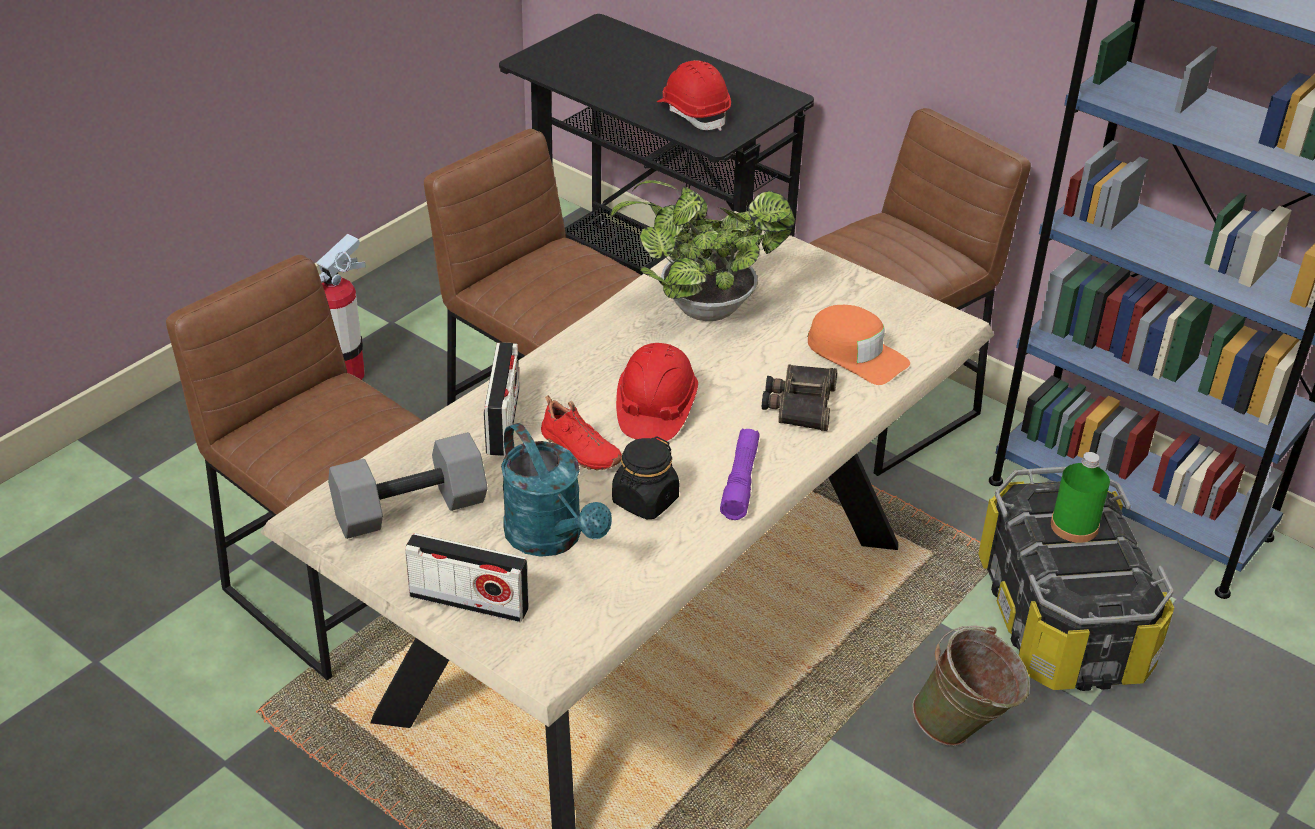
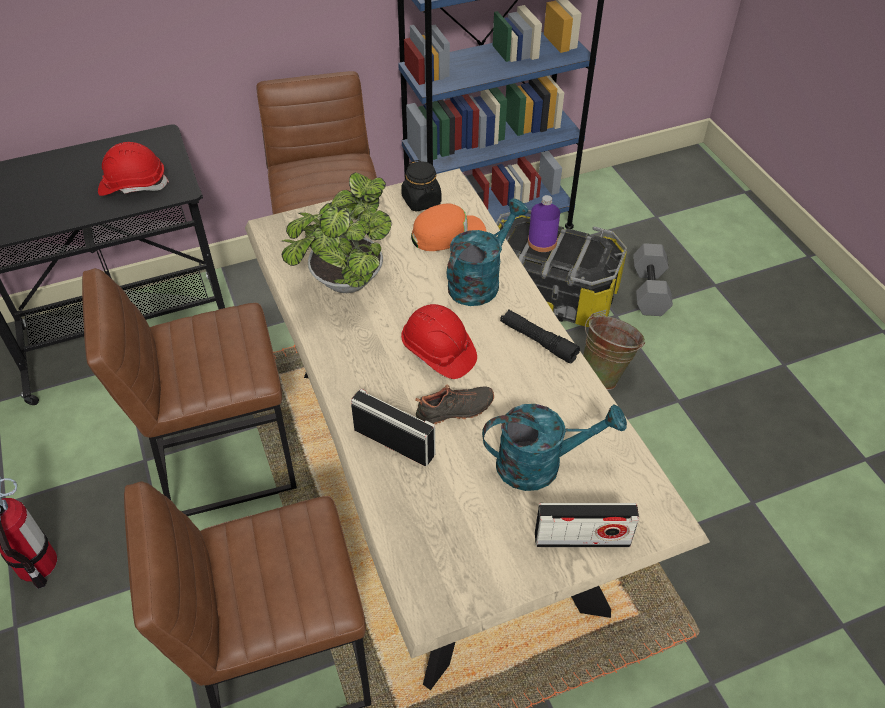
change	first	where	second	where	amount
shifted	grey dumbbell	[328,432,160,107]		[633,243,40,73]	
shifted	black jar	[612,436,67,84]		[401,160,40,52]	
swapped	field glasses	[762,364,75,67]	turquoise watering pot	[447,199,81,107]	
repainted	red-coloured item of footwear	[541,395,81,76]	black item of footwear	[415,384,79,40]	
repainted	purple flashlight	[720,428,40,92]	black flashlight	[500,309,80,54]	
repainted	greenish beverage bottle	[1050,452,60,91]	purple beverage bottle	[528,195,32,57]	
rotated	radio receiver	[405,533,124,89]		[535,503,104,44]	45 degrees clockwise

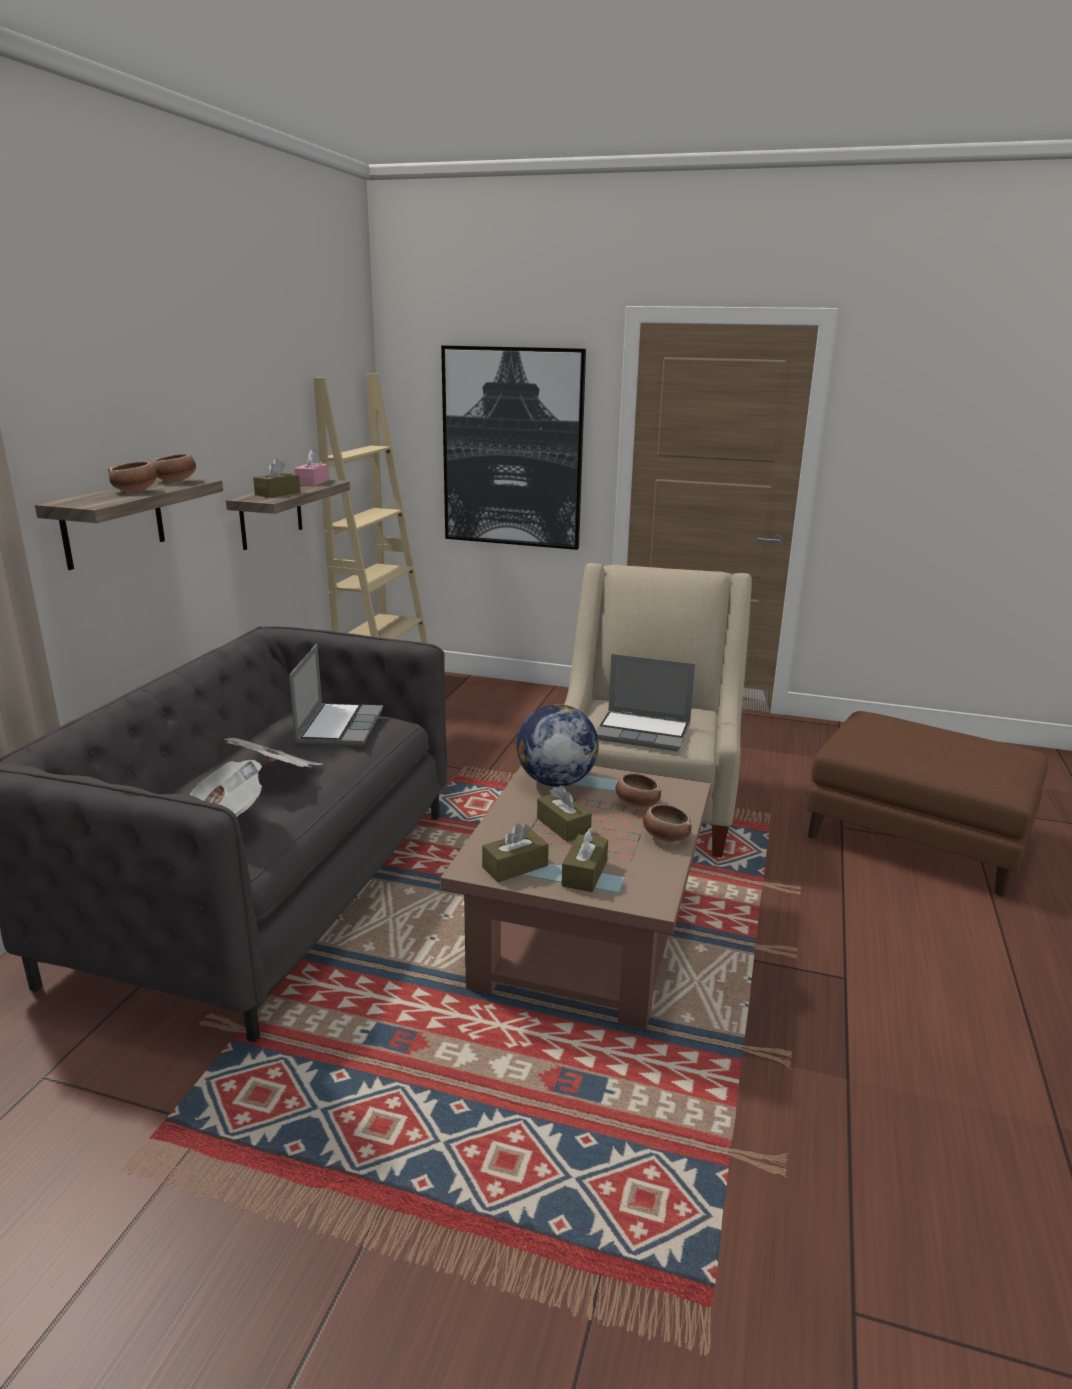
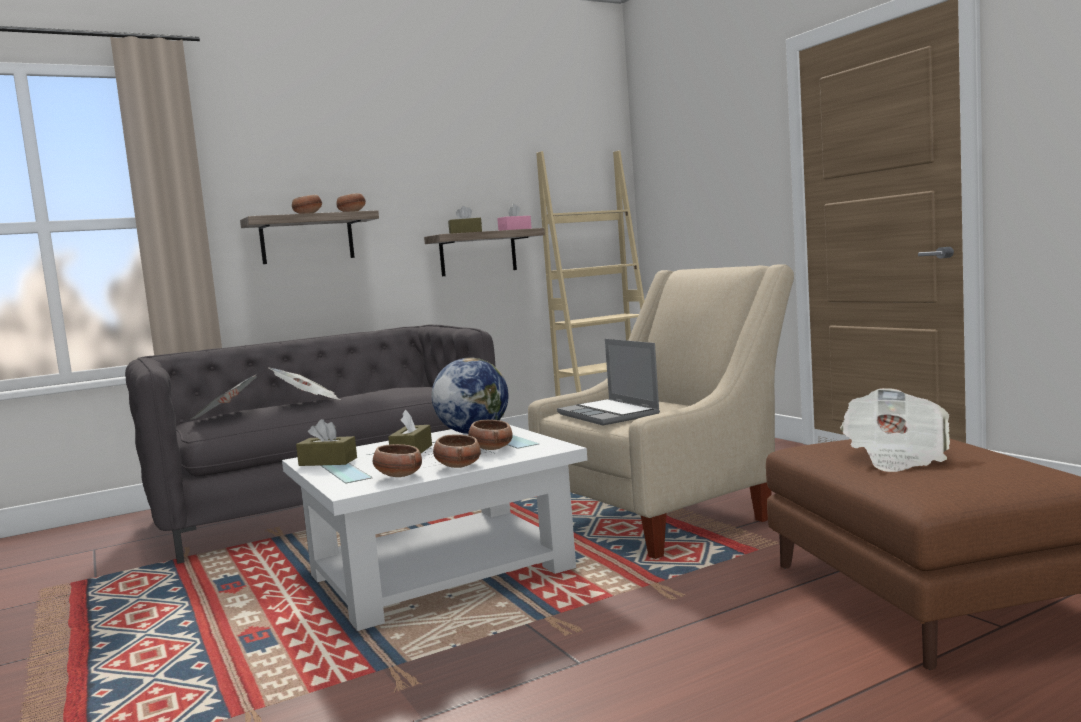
change	first	where	second	where	amount
gone	laptop	[289,644,94,102]			
gone	wall art	[441,346,145,204]			
gone	brown tissue box	[561,828,47,64]			
new			deep dish	[372,444,50,33]	
new			printed paper	[840,388,110,84]	
repainted	brown lounge table	[440,765,271,264]	white-coloured lounge table	[282,425,305,206]	

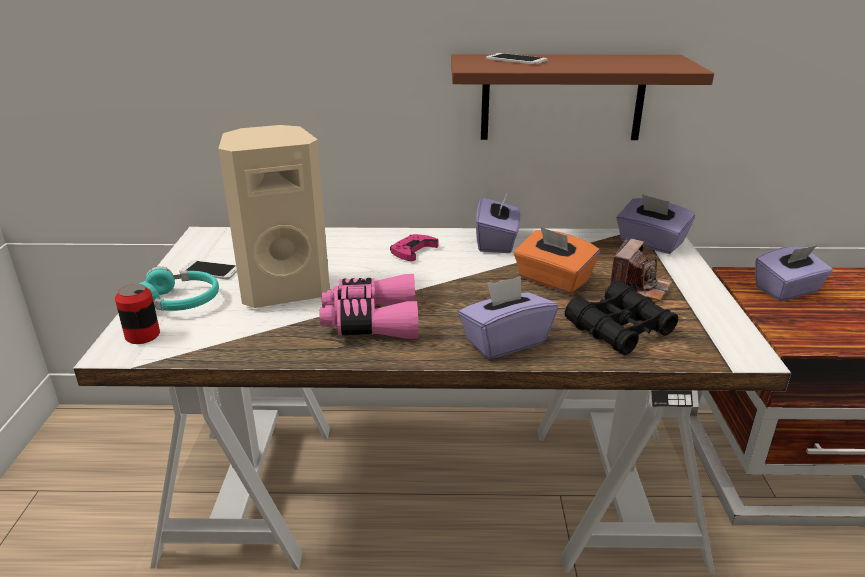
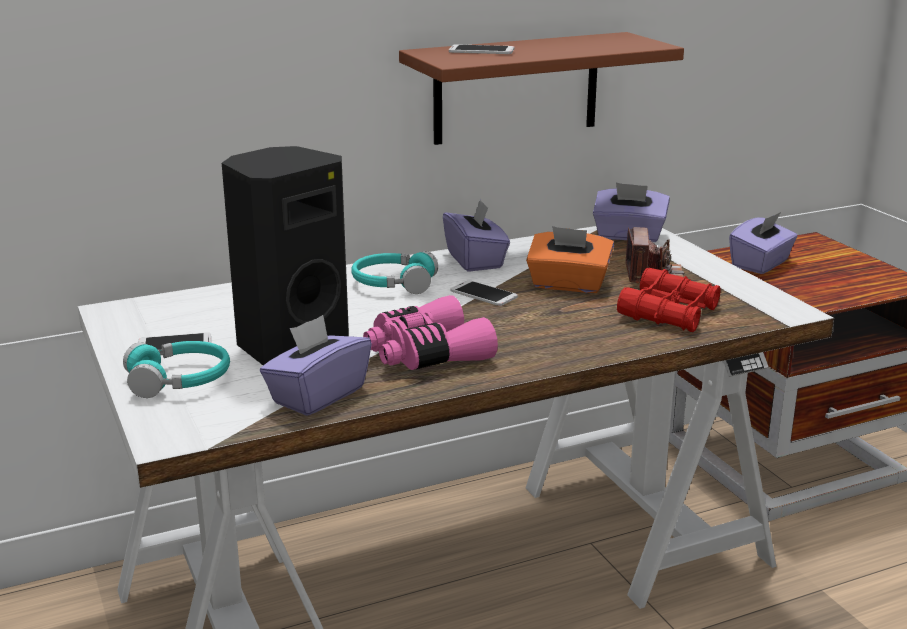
change	first	where	second	where	amount
gone	metal can	[115,284,45,60]			
new			telephone	[450,280,68,26]	
shifted	purple tissue box	[458,276,100,83]		[260,315,112,101]	
swapped	pink joypad	[390,234,49,27]	turquoise headphones	[351,251,87,43]	
repainted	sand-coloured speaker	[218,125,112,183]	black speaker	[222,146,127,219]	
repainted	black field glasses	[565,281,113,74]	red-coloured field glasses	[617,268,103,64]	

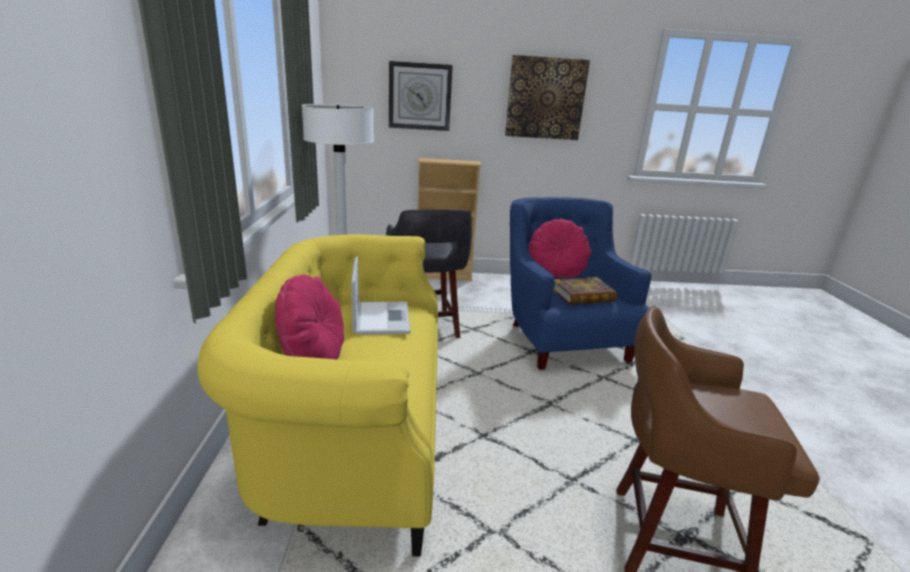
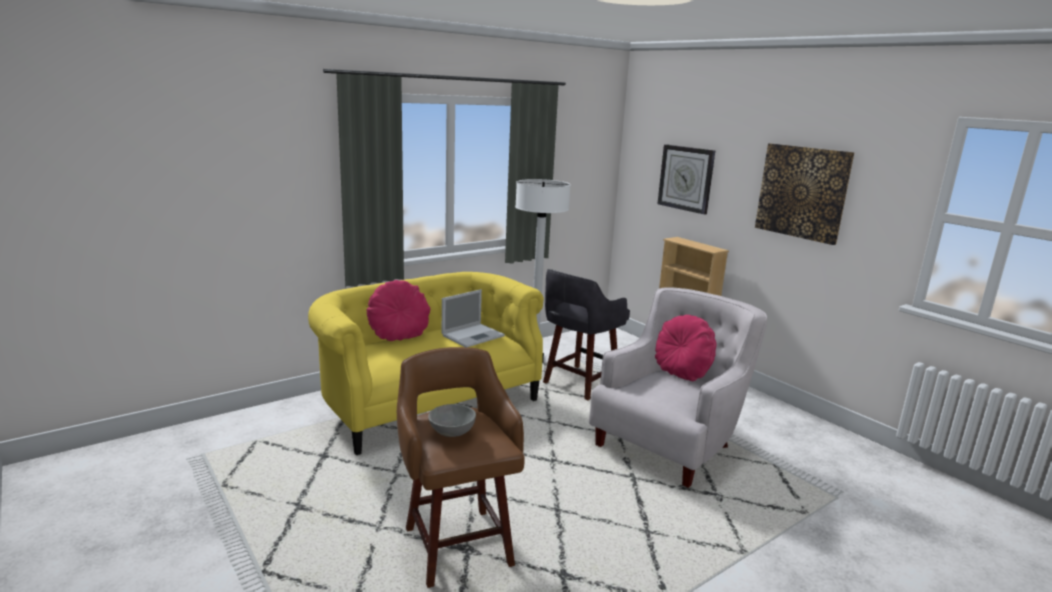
change	first	where	second	where	amount
gone	book	[553,277,64,28]			
new			grey deep dish	[428,404,48,33]	
repainted	bluish armchair	[510,197,142,173]	white-coloured armchair	[589,287,178,201]	

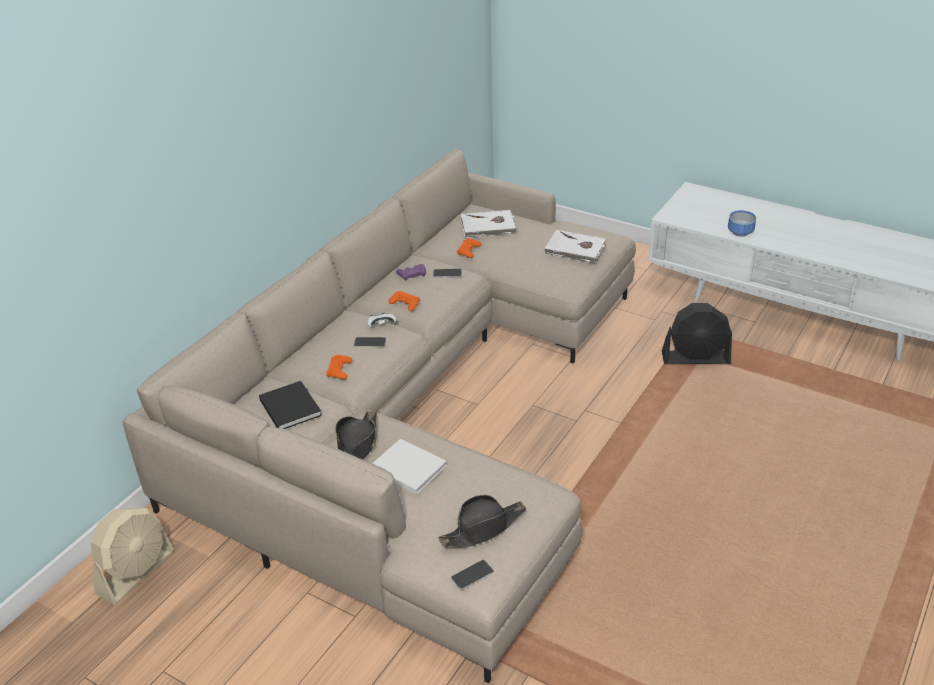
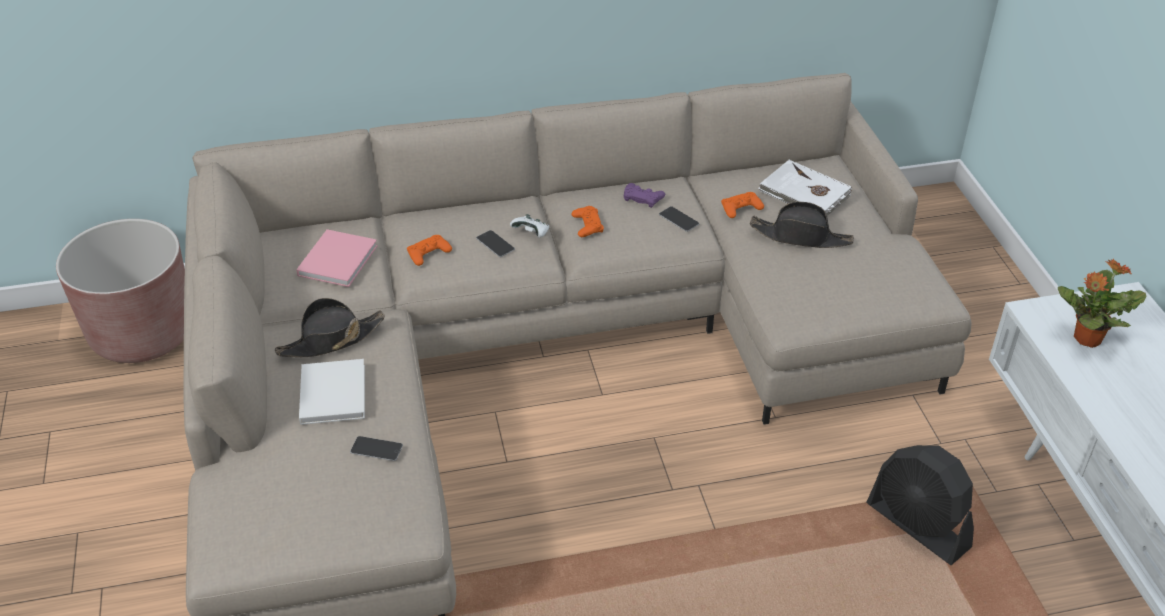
change	first	where	second	where	amount
gone	white-coloured book	[544,230,63,33]			
gone	deep dish	[728,210,28,27]			
new			potted plant	[1058,258,88,90]	
shifted	black hat	[438,495,88,53]		[750,202,104,46]	
shifted	telephone	[451,560,43,30]		[350,436,53,25]	
swapped	sand-coloured fan	[91,508,83,97]	brown planter	[56,219,129,144]	
repainted	black book	[259,381,63,48]	pink book	[296,229,82,58]	

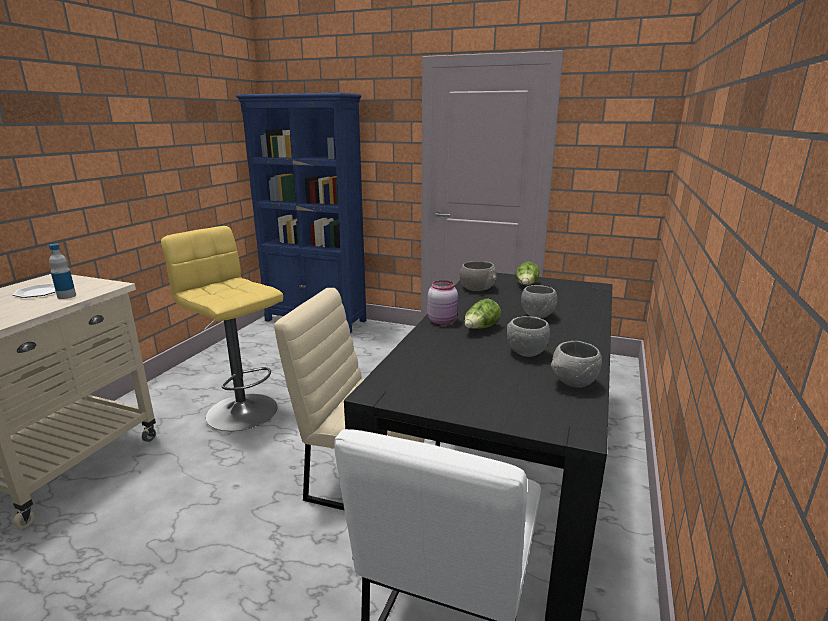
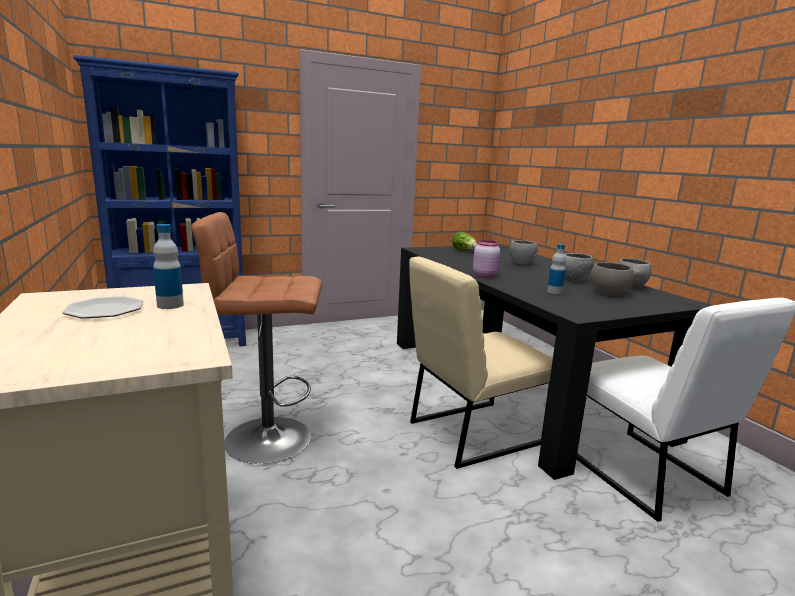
change	first	where	second	where	amount
gone	lettuce head	[464,299,37,30]			
new			beverage bottle	[547,244,19,50]	
shifted	grey deep dish	[459,261,38,30]		[591,262,43,34]	
repainted	yellow-coloured stool	[161,226,122,205]	brown stool	[191,212,131,252]	

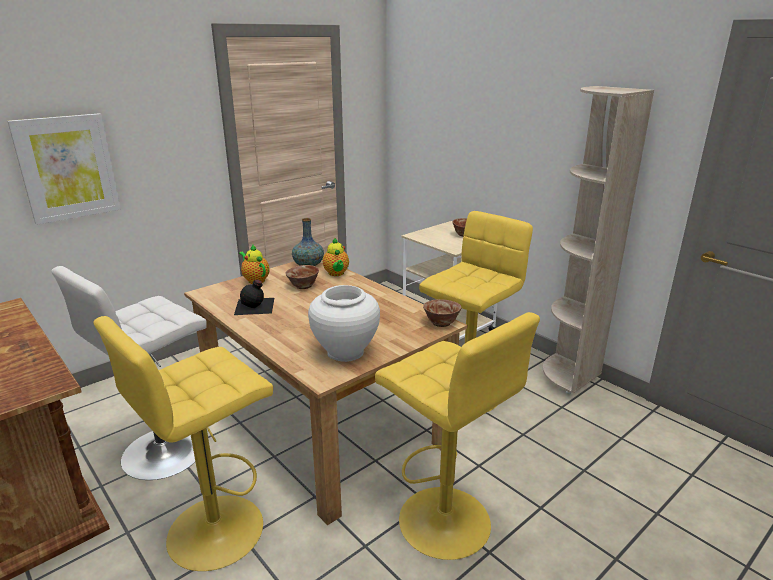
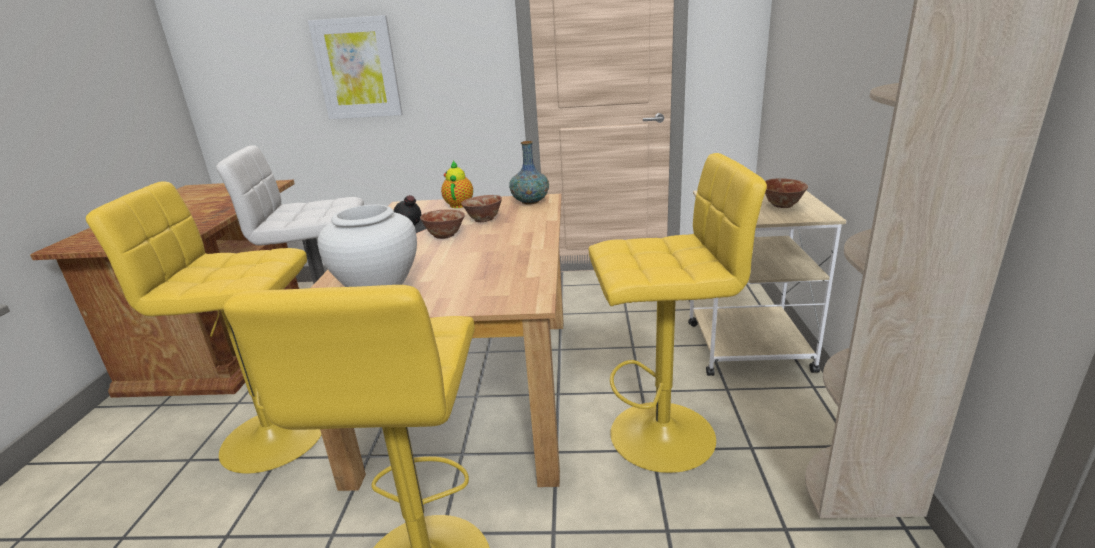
change	first	where	second	where	amount
gone	tea pot	[323,238,26,38]			
shifted	deep dish	[423,299,39,28]		[420,209,45,30]	

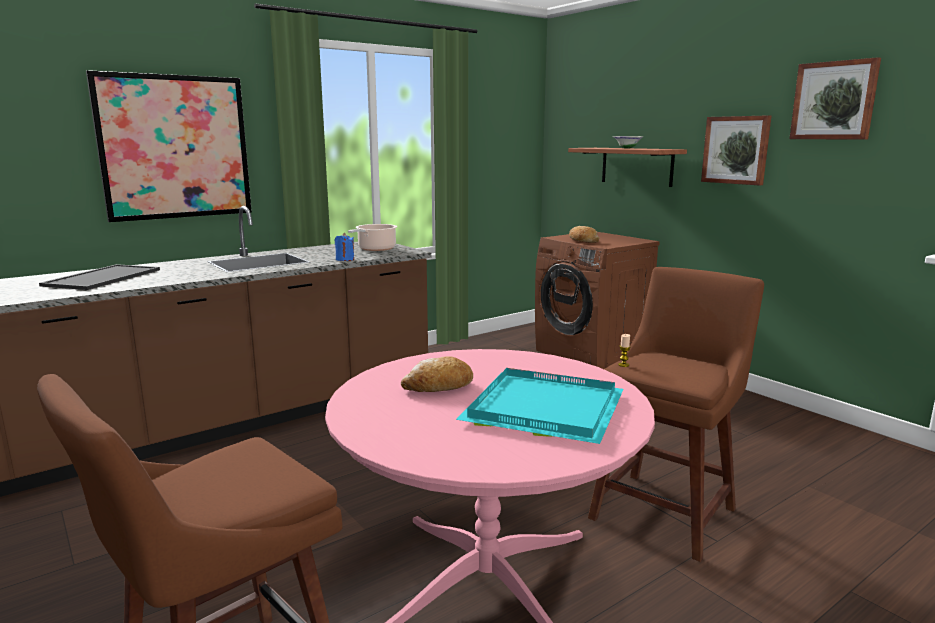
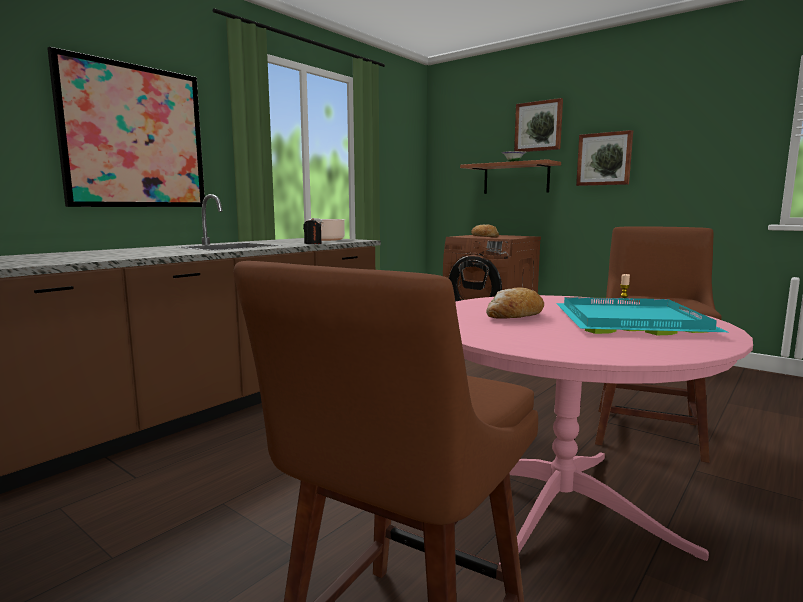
change	first	where	second	where	amount
gone	carrying tray	[39,264,121,26]			
shifted	wall art	[789,57,92,83]		[514,98,49,54]	
repainted	bluish wax light	[335,233,19,28]	black wax light	[303,218,19,26]	

